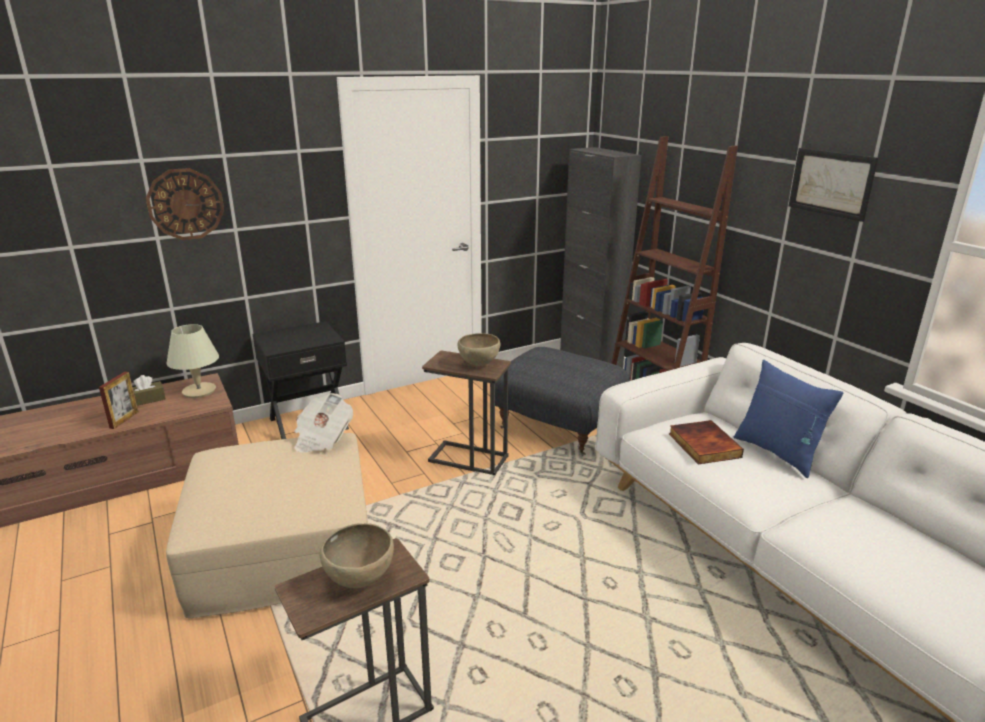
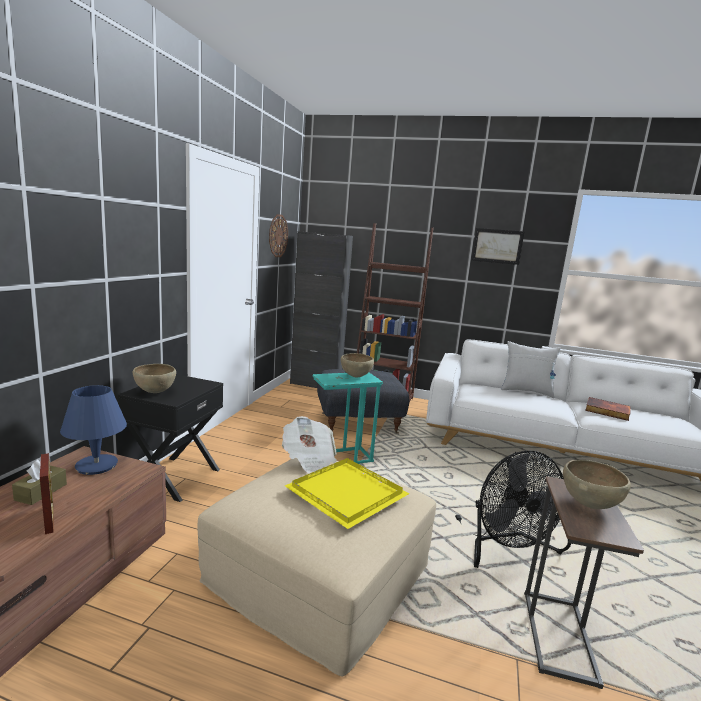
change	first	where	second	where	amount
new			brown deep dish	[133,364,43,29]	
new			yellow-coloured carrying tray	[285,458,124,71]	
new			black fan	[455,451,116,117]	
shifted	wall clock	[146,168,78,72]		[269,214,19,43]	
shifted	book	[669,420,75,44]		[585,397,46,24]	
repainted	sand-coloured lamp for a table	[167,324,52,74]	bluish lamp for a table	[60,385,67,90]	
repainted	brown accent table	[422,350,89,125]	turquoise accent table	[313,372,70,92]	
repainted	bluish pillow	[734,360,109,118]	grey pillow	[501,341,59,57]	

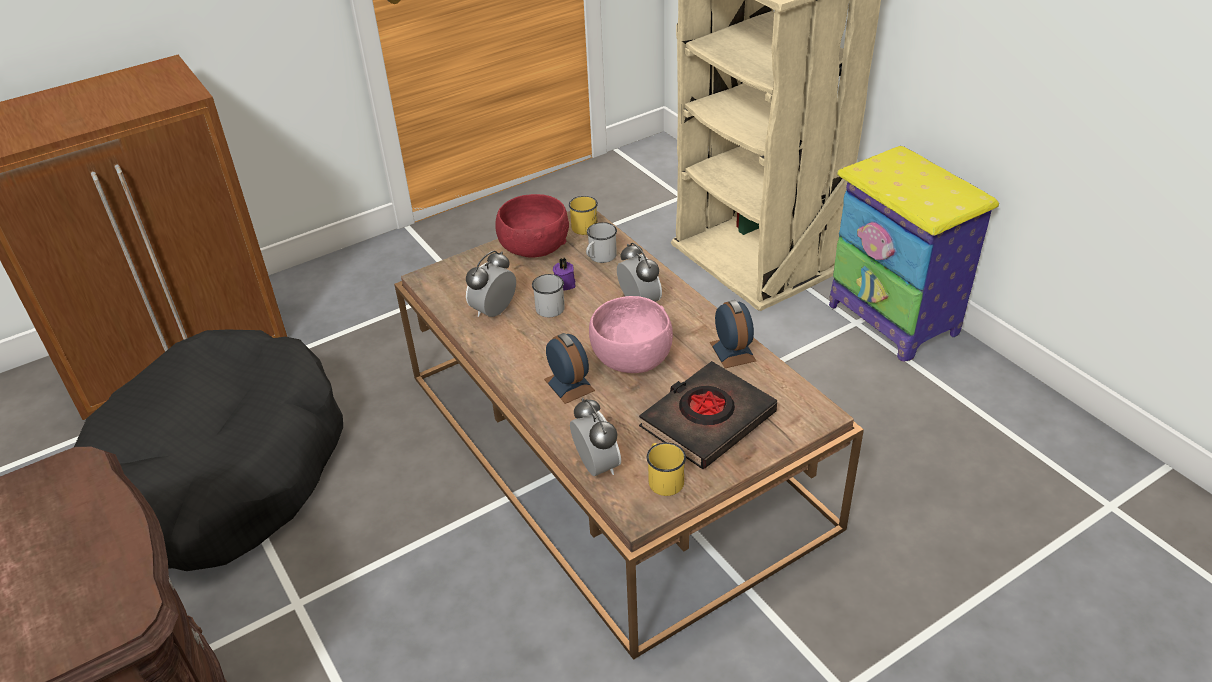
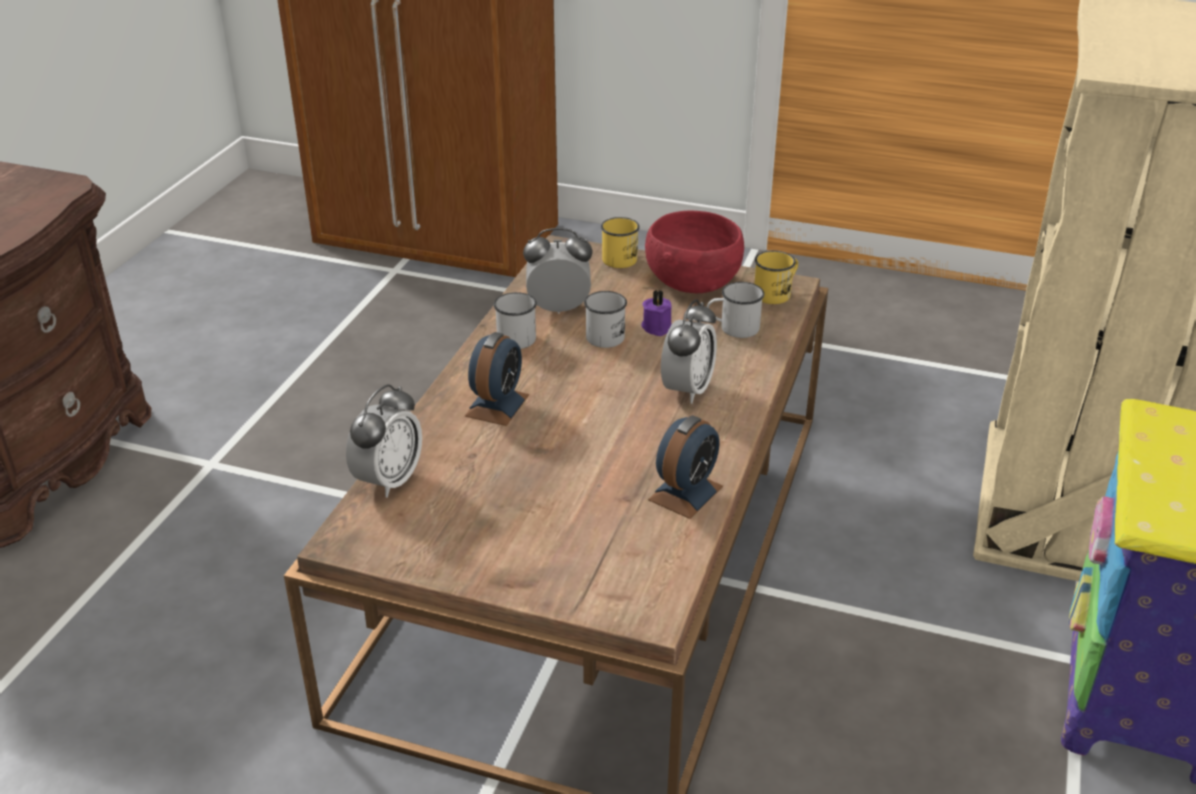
change	first	where	second	where	amount
gone	black dog bed	[74,330,269,241]			
gone	pink deep dish	[589,296,84,77]			
gone	black book	[639,361,138,108]			
new			white-coloured mug	[494,292,43,57]	
shifted	yellow-coloured mug	[647,443,39,53]		[601,217,39,51]	

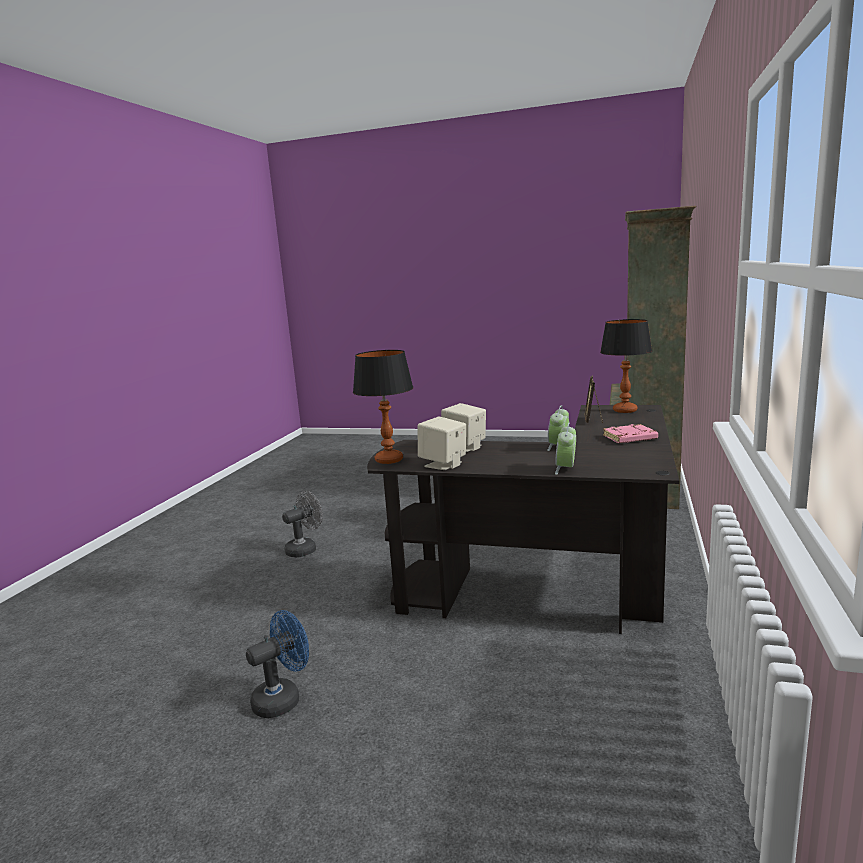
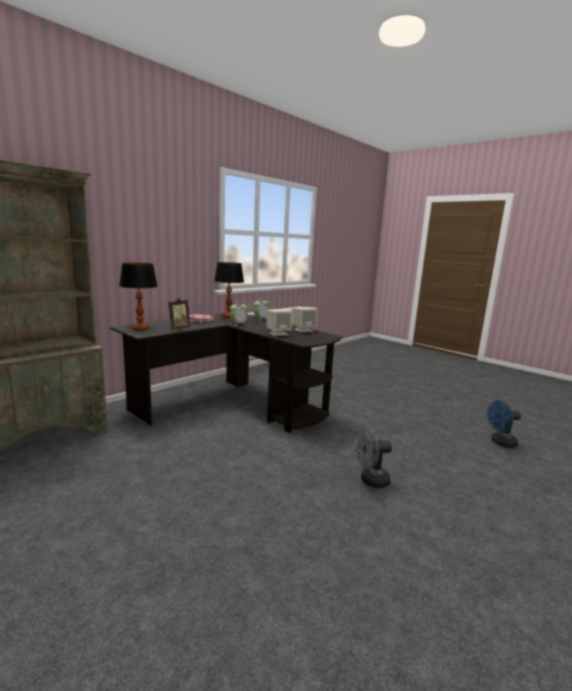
change	first	where	second	where	amount
shifted	bluish fan	[246,610,63,108]		[487,400,34,48]	
shifted	lamp for a table	[353,350,60,114]		[214,262,30,56]	

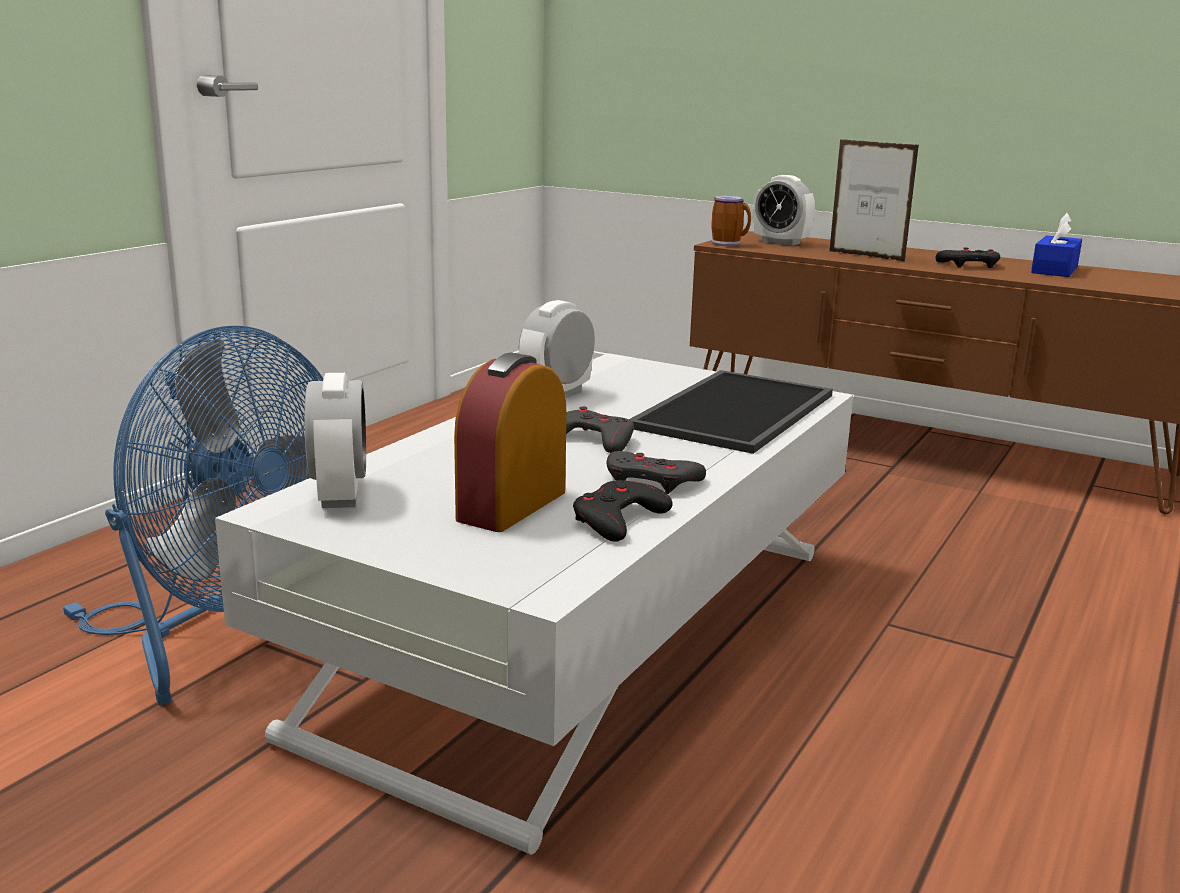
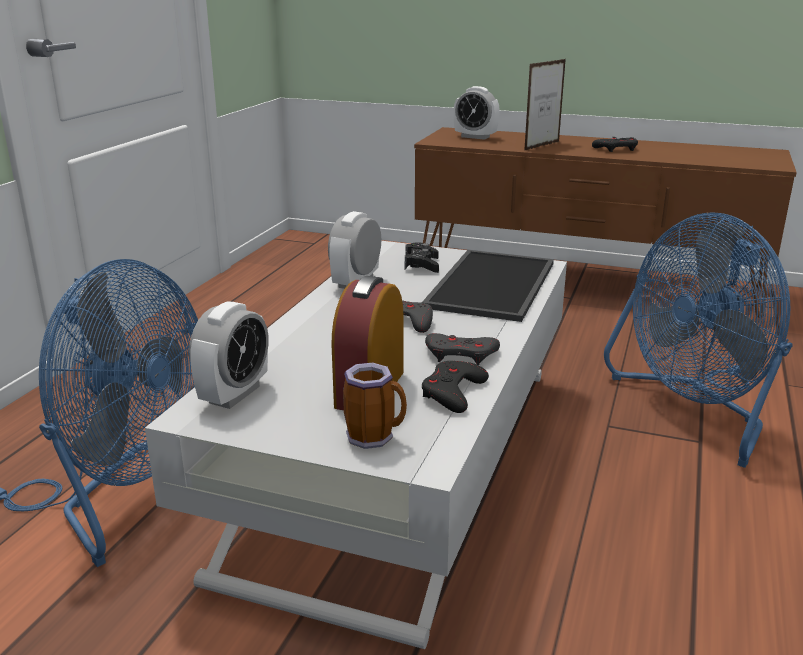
change	first	where	second	where	amount
gone	bluish tissue box	[1031,213,51,64]			
new			black joypad	[405,242,34,31]	
new			bluish fan	[604,213,189,255]	
shifted	mug	[711,196,40,50]		[343,363,64,86]	
rotated	alarm clock	[304,373,62,135]		[189,301,80,108]	45 degrees clockwise
rotated	photo frame	[829,139,90,122]		[524,59,42,92]	75 degrees counterclockwise

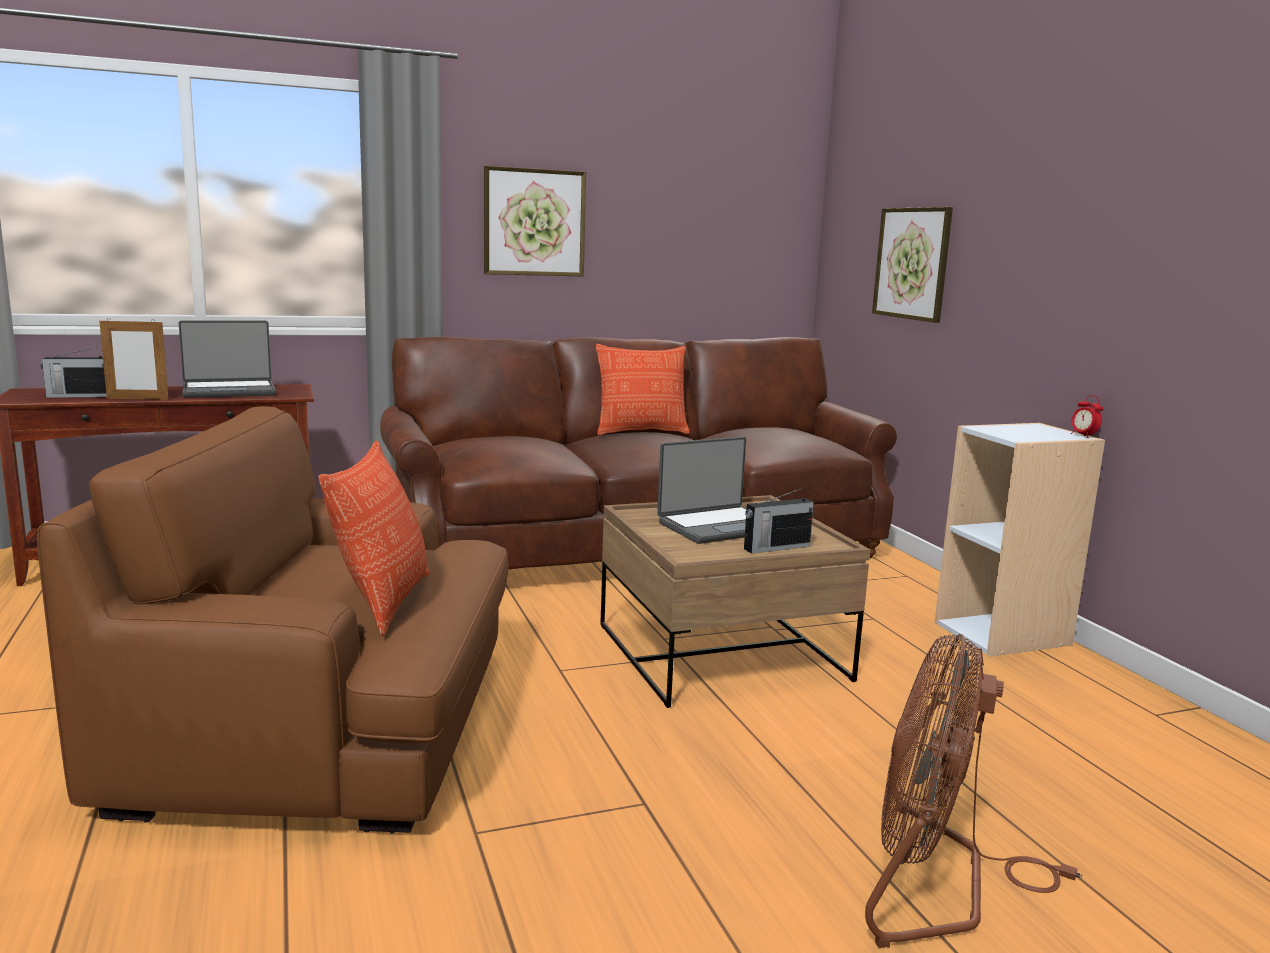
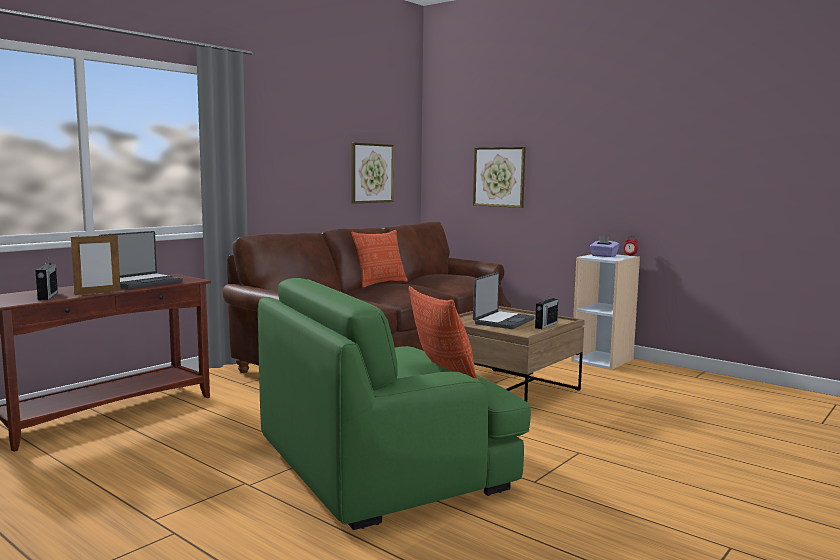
change	first	where	second	where	amount
gone	brown fan	[865,634,217,315]			
new			purple tissue box	[590,236,29,21]	
shifted	wall art	[484,166,102,110]		[351,143,43,61]	
repainted	brown armchair	[37,406,471,428]	greenish armchair	[258,278,273,252]	
rotated	radio receiver	[40,347,67,51]		[35,256,23,44]	60 degrees counterclockwise

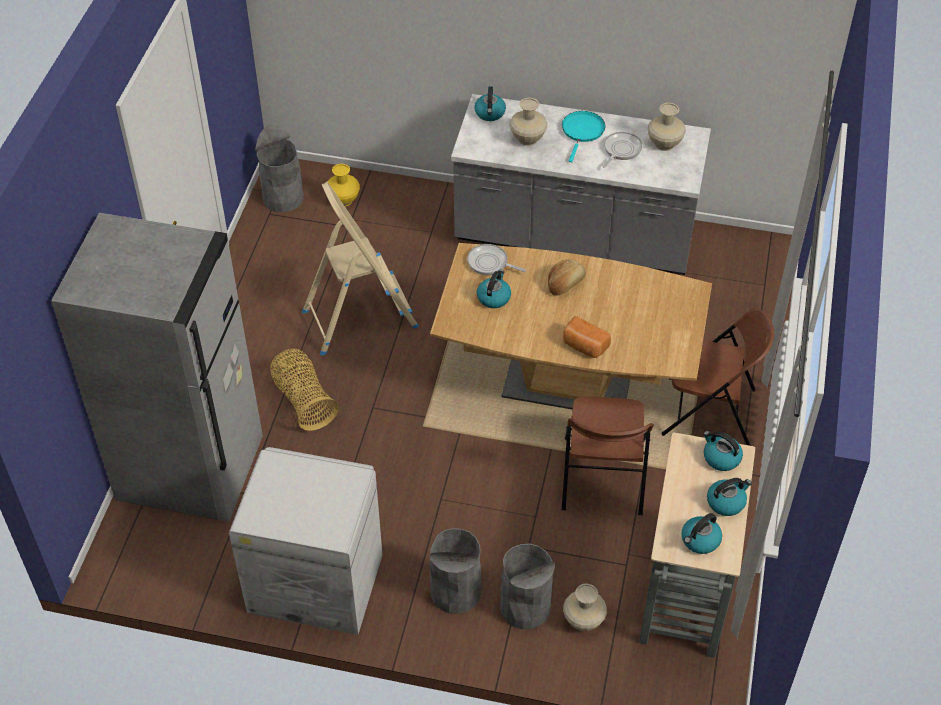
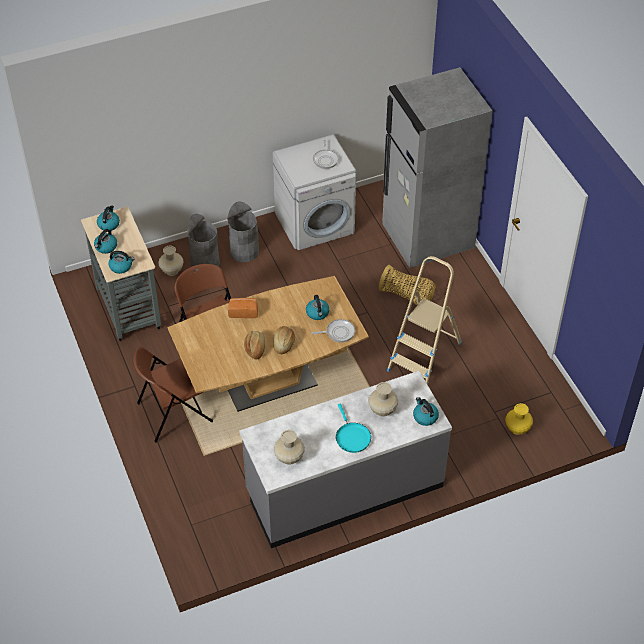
change	first	where	second	where	amount
gone	grey rubbish bin	[255,125,49,87]			
new			bakery bread	[244,331,21,29]	
shifted	skillet	[602,132,40,36]		[313,140,26,29]	

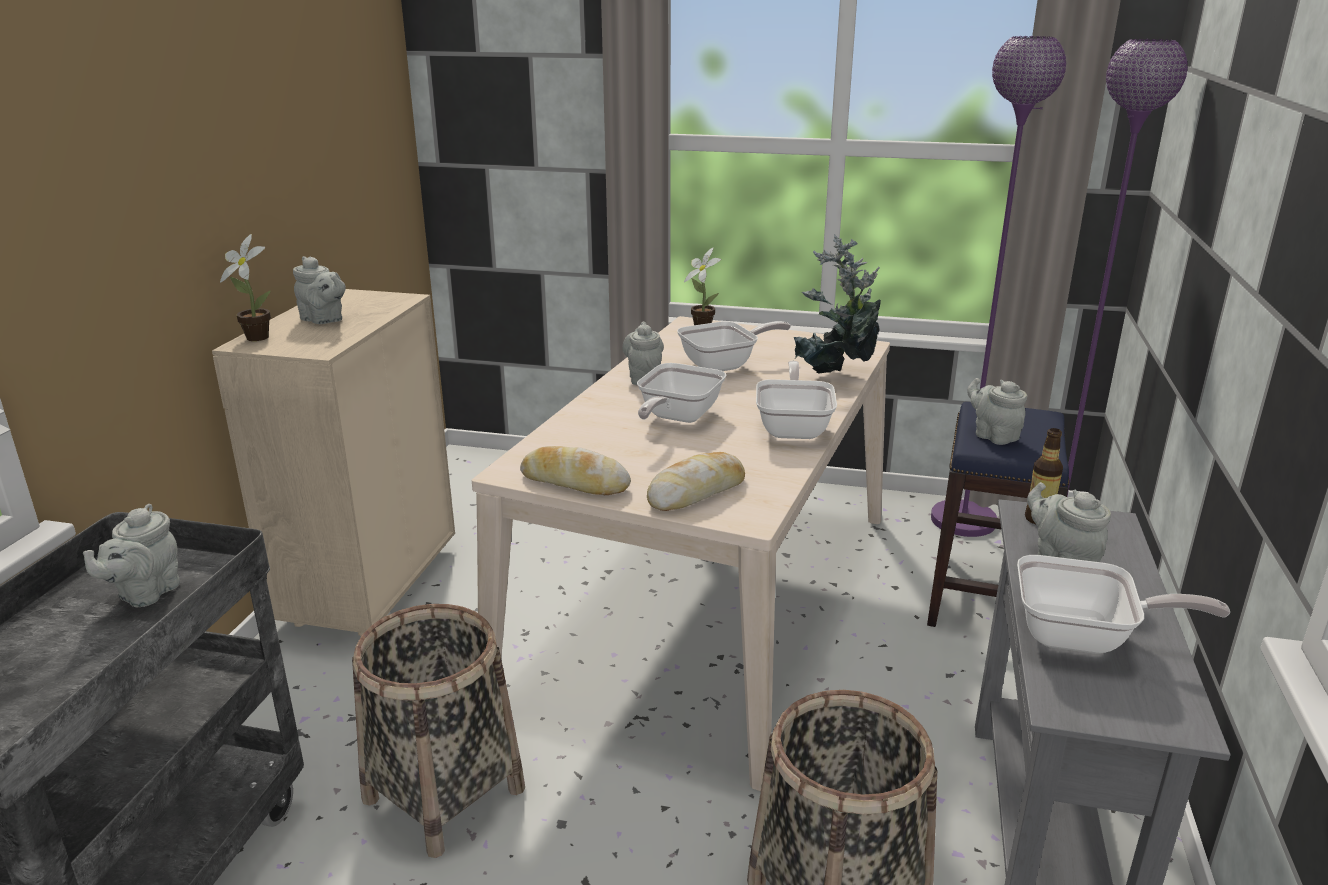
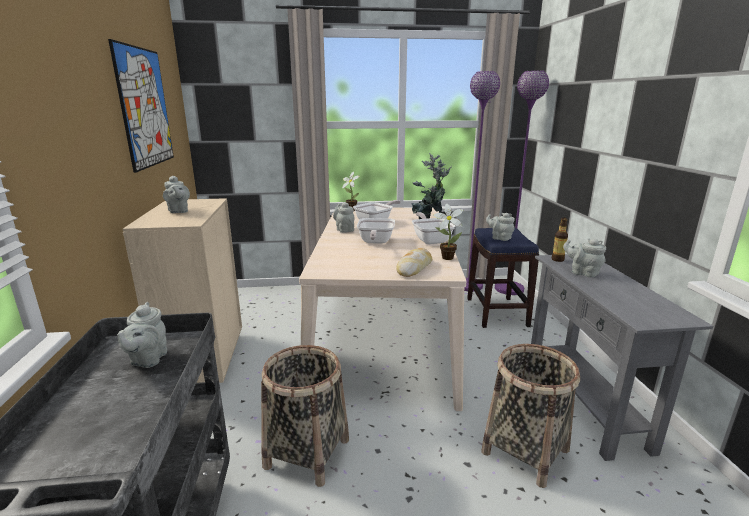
change	first	where	second	where	amount
gone	bakery bread	[520,446,111,49]			
gone	skillet	[1017,555,213,99]			
new			wall art	[108,39,66,134]	
shifted	potted plant	[220,234,51,107]		[433,204,31,56]	
rotated	grey tea pot	[293,256,53,68]		[163,176,27,37]	45 degrees clockwise

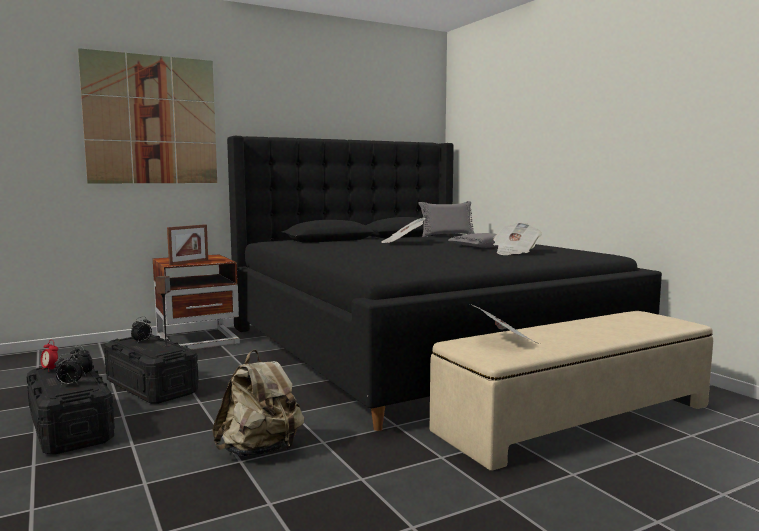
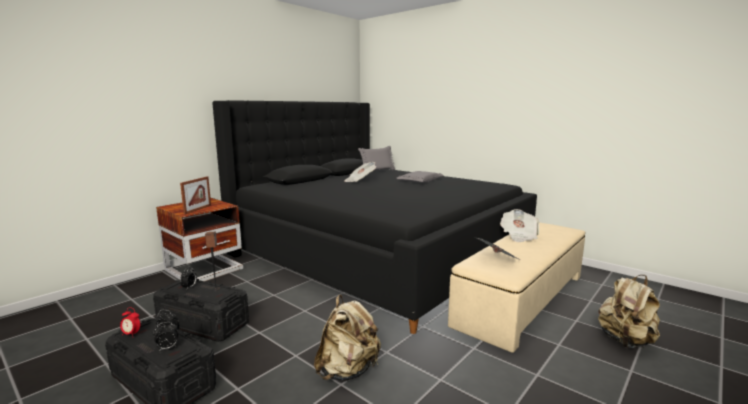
change	first	where	second	where	amount
gone	wall art	[78,48,139,136]			
new			sand-coloured knapsack	[598,275,62,73]	
shifted	printed paper	[493,223,49,32]		[500,209,39,33]	

